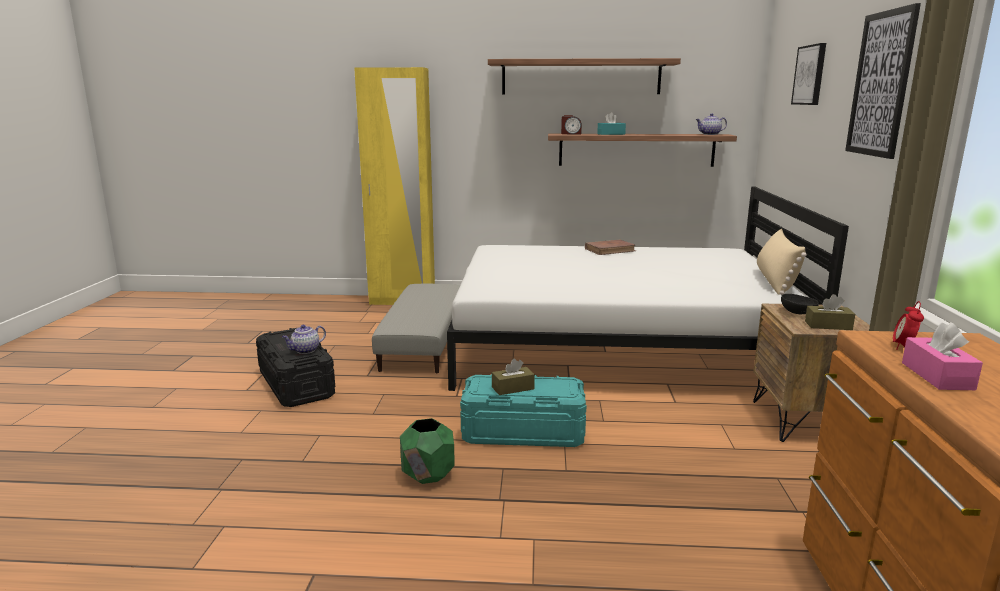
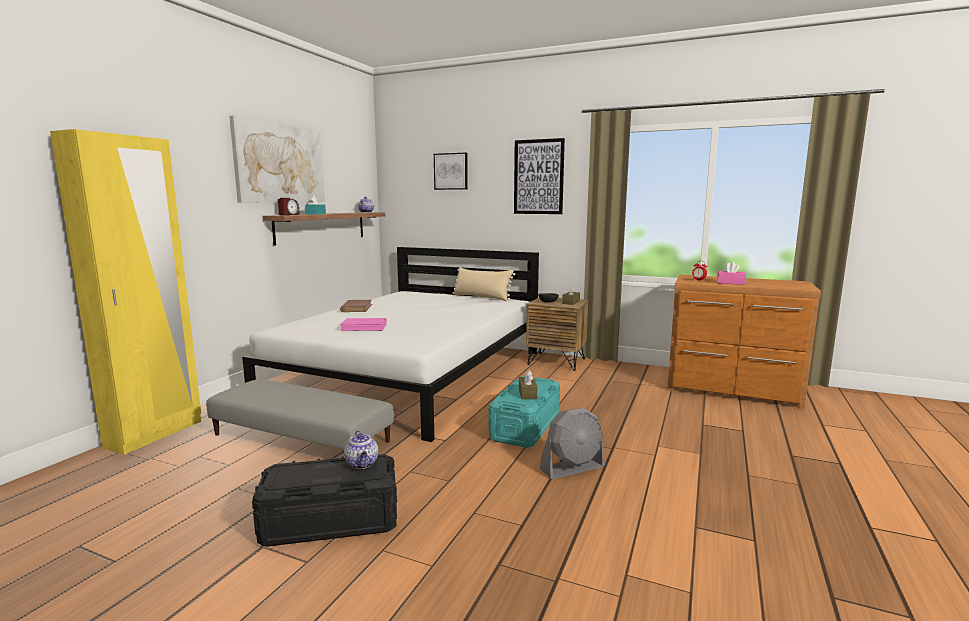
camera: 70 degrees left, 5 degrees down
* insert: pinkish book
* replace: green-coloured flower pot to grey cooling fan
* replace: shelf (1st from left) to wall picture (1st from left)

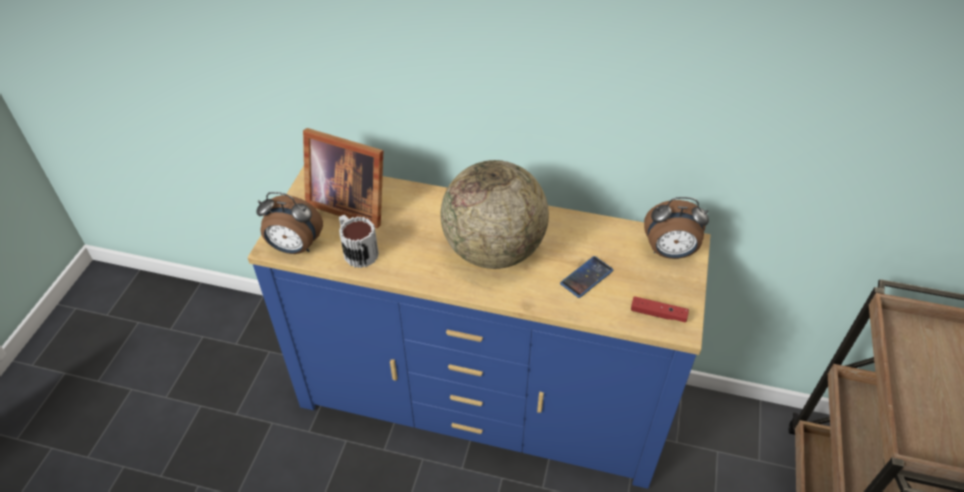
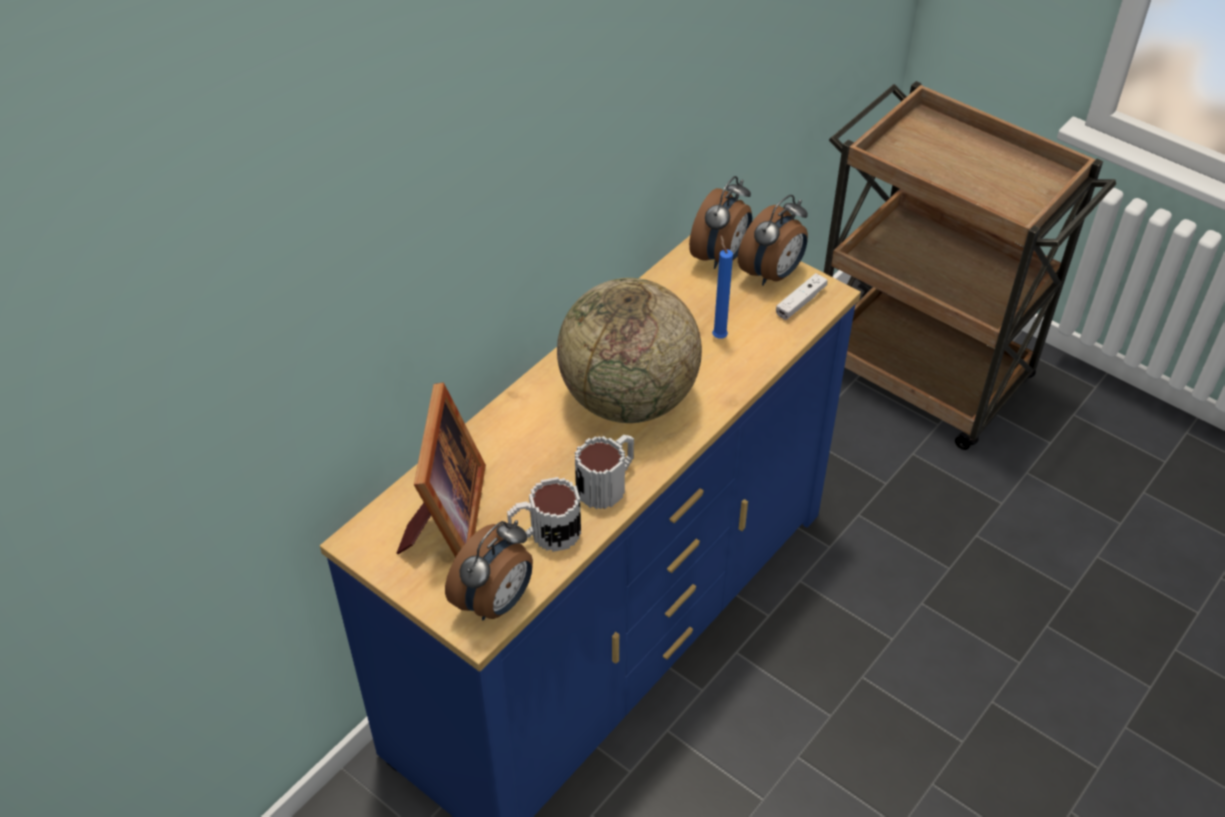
camera: 65 degrees left, 0 degrees up
* insert: coffee mug (2nd from left)
* insert: bedside clock (3rd from left)
* replace: telephone to blue candle
* recolor: reddish game controller to whitish game controller
* rotate: standing frame 45 degrees counterclockwise

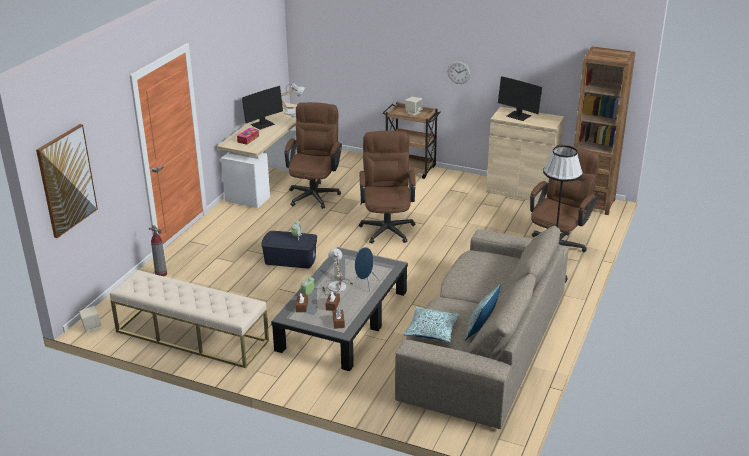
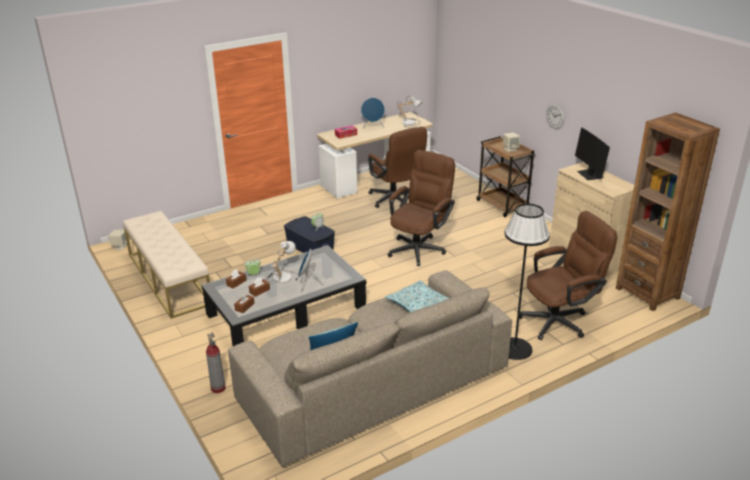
camera: 35 degrees right, 0 degrees up
* delete: wall picture
* move: fire extinguisher
* move: cushion (1st from left in the first image) to cushion (2nd from left)
* replace: computer screen (1st from left) to blue loudspeaker (2nd from left)
* rotate: brownish office chair (1st from left) 105 degrees clockwise

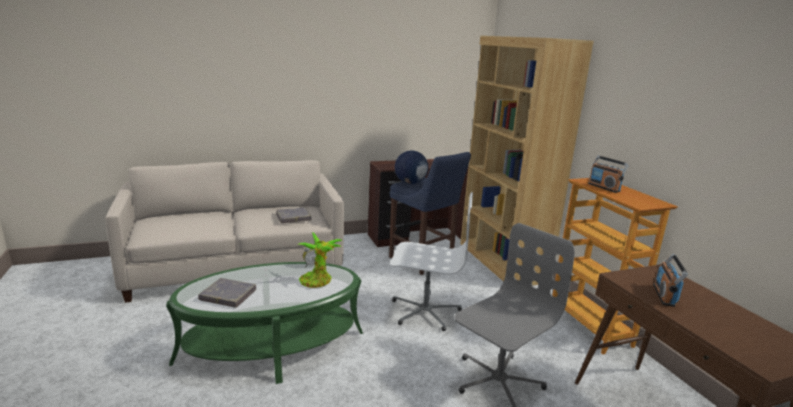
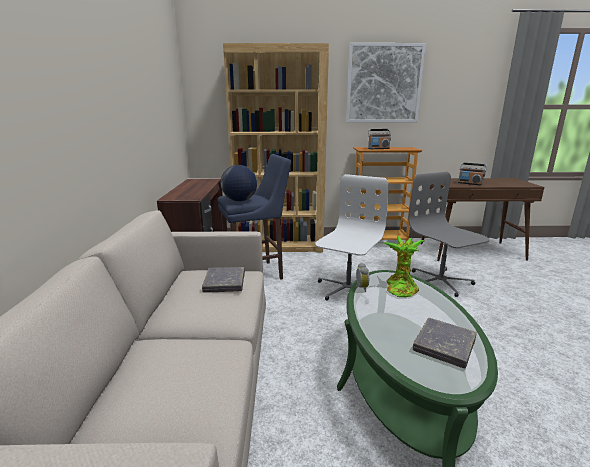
camera: 70 degrees left, 0 degrees up
* insert: wall picture

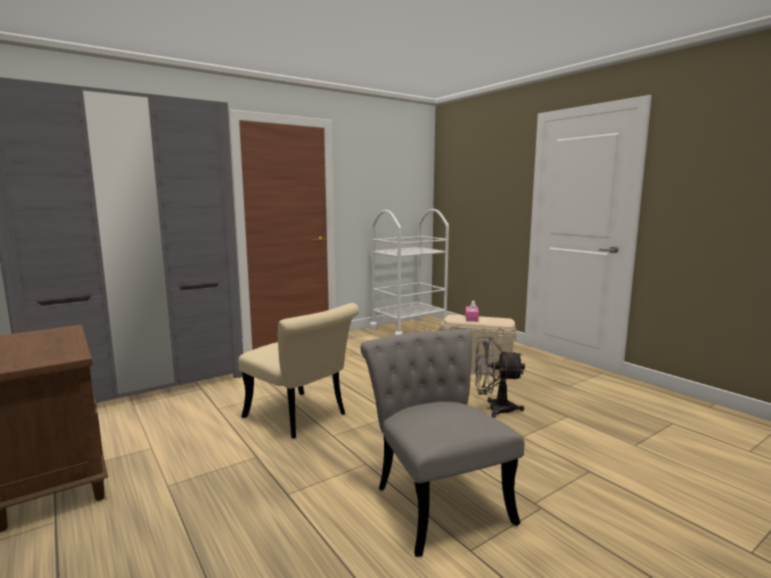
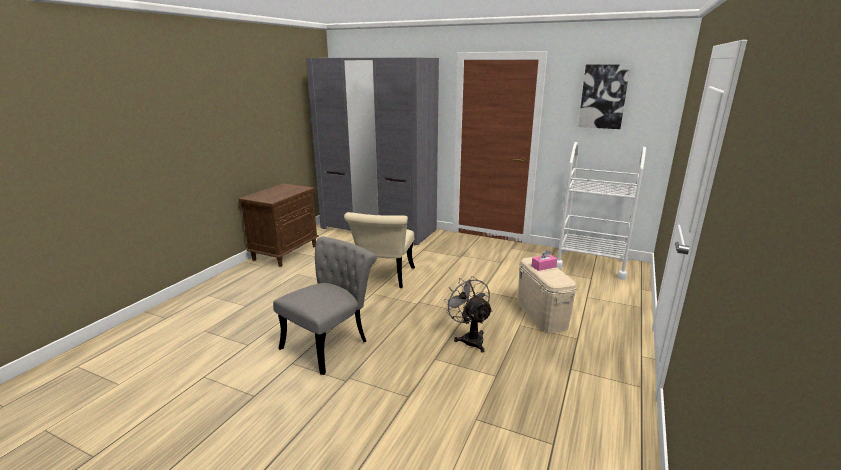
camera: 60 degrees right, 10 degrees up
* insert: wall picture

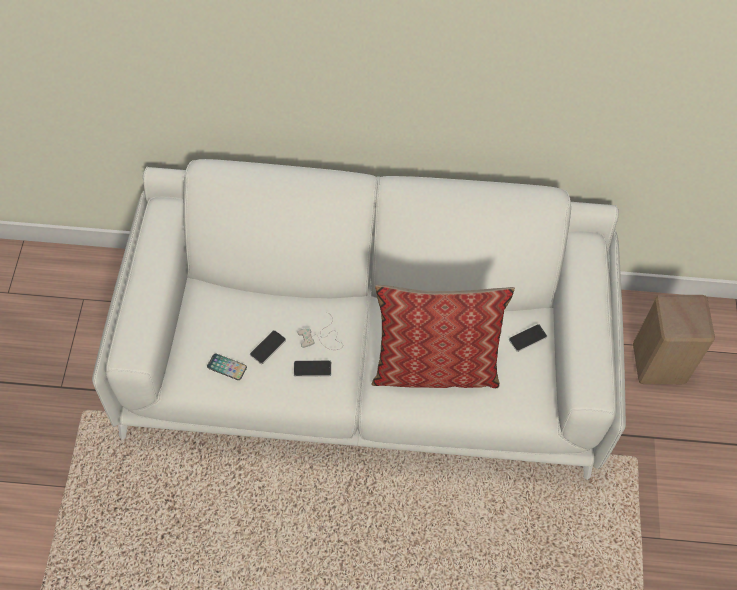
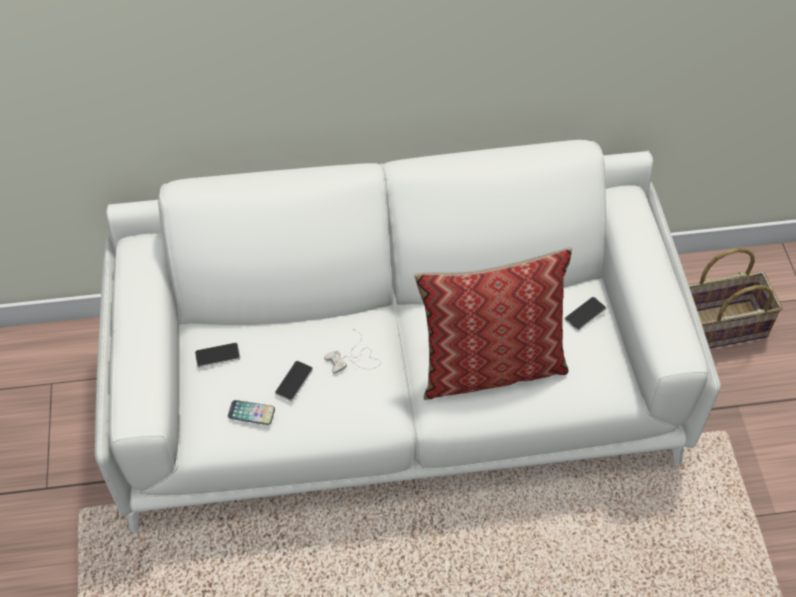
camera: 10 degrees left, 5 degrees down
* move: telephone (3rd from left in the first image) to telephone (1st from left)
* replace: sand-coloured stool to household basket

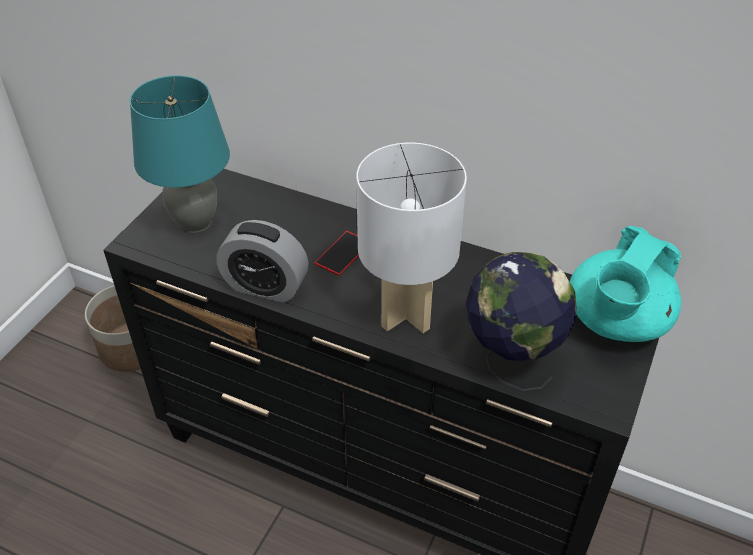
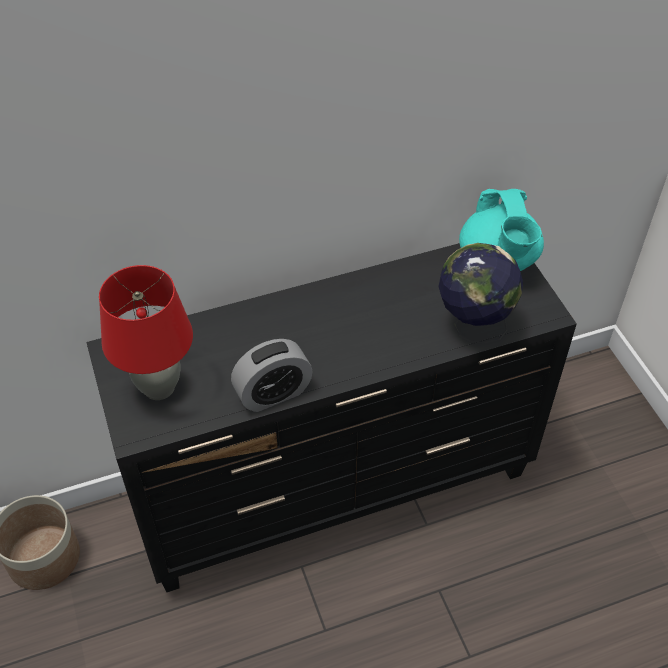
camera: 45 degrees left, 5 degrees up
* delete: telephone
* delete: whitish lamp for a table
* recolor: turquoise-coloured lamp for a table to reddish lamp for a table

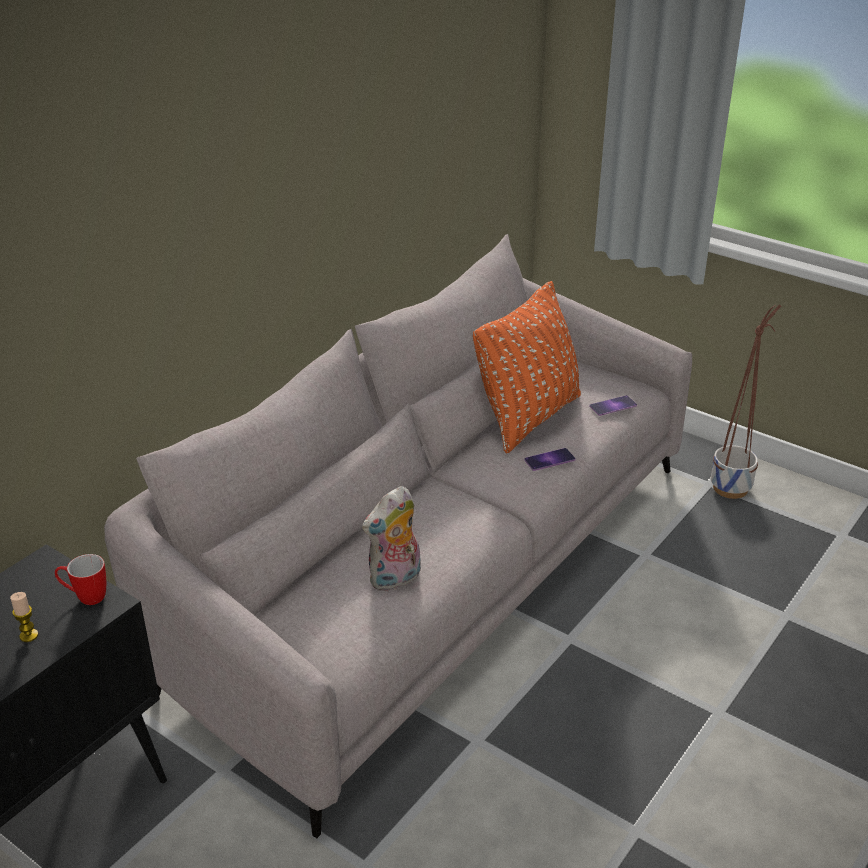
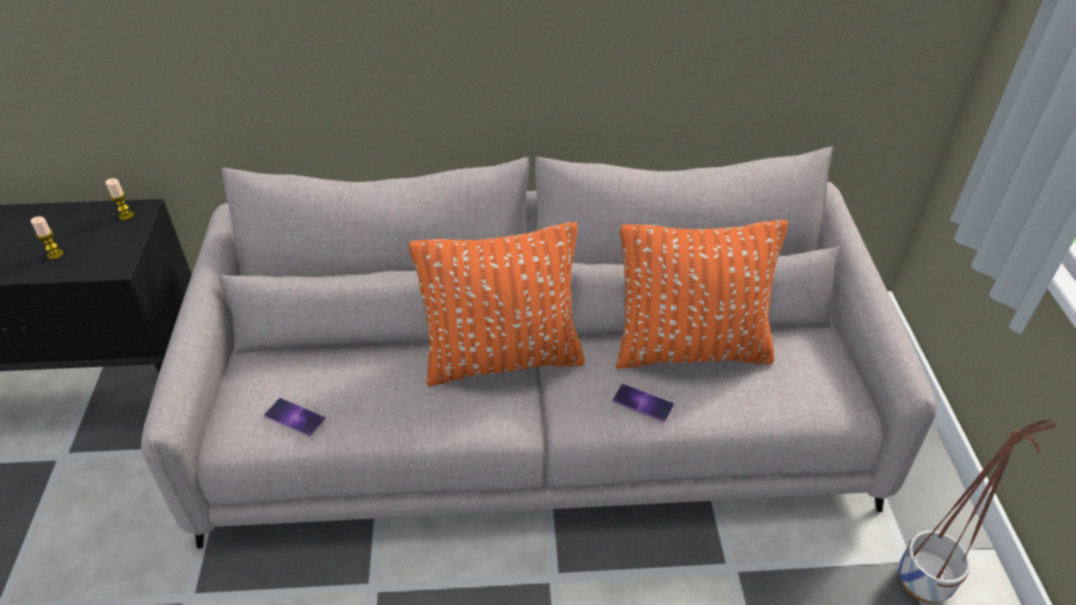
camera: 50 degrees right, 10 degrees up
* delete: coffee mug
* delete: plush toy
* insert: candle (2nd from left)
* insert: orangey cushion (1st from left)
* move: telephone (2nd from left in the first image) to telephone (1st from left)

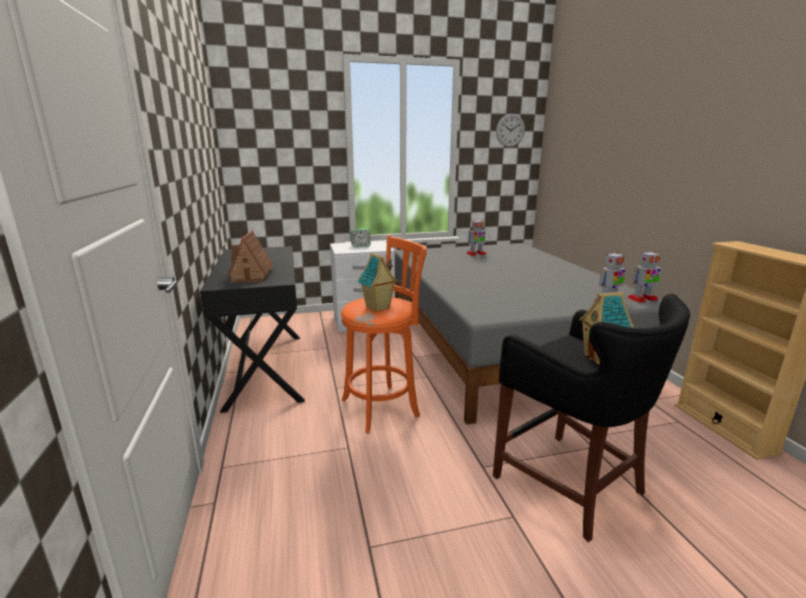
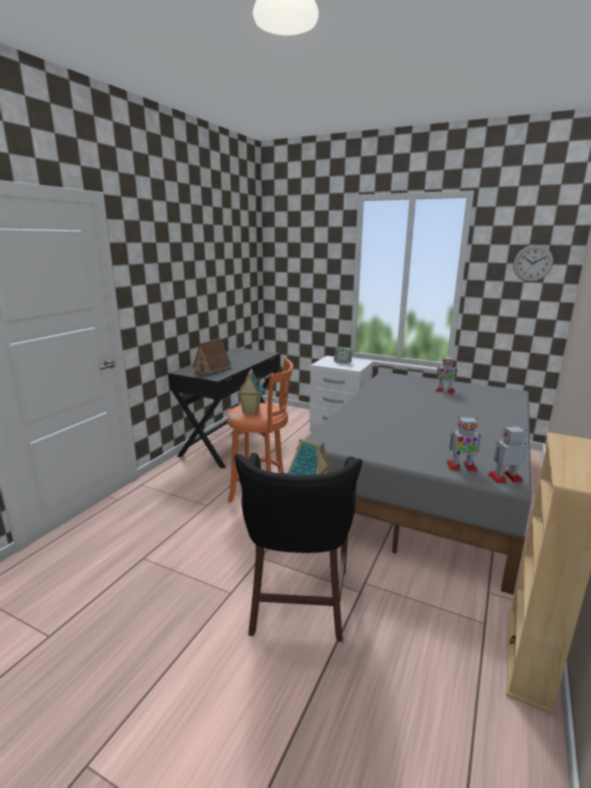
camera: 40 degrees right, 0 degrees up
* rotate: robot figure (3rd from left) 150 degrees clockwise

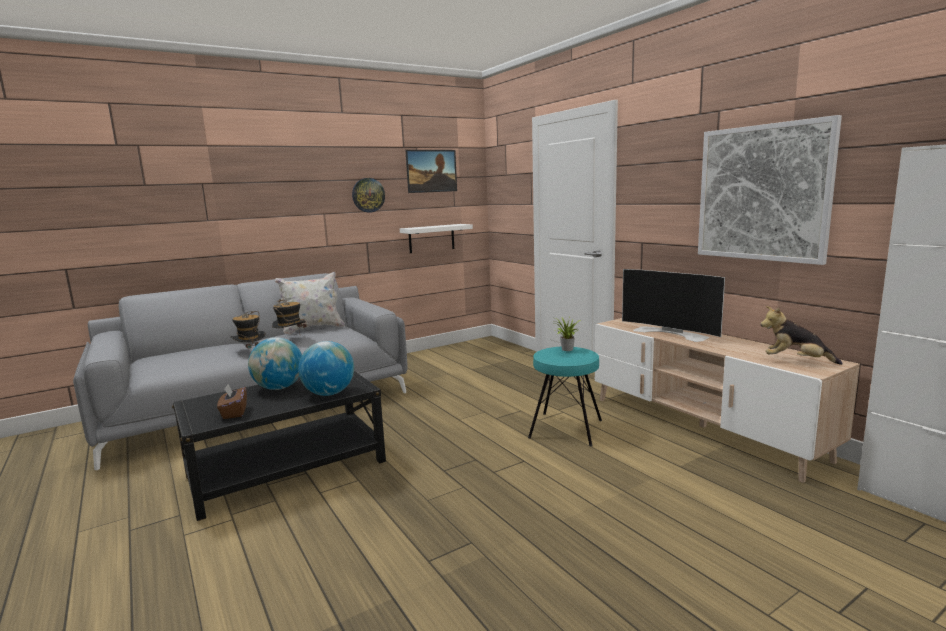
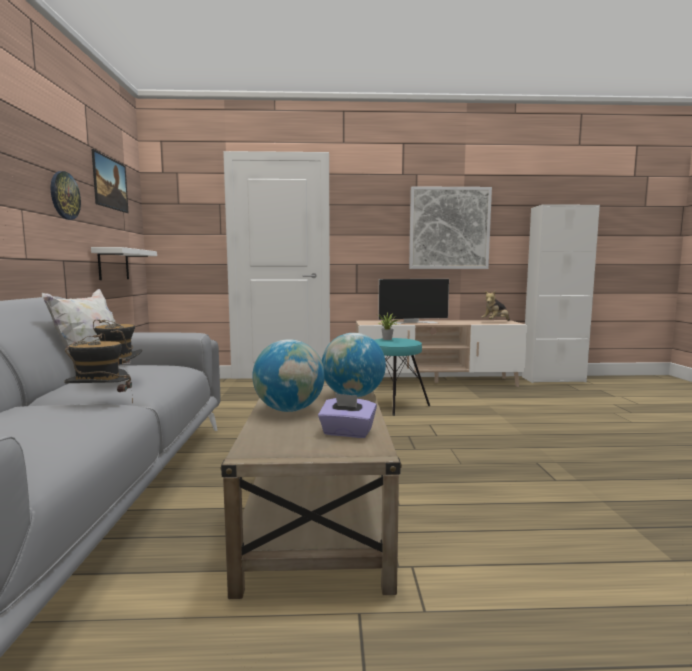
camera: 60 degrees left, 5 degrees down
* recolor: blackish coffee table to sand-coloured coffee table
* recolor: brownish tissue box to purplish tissue box

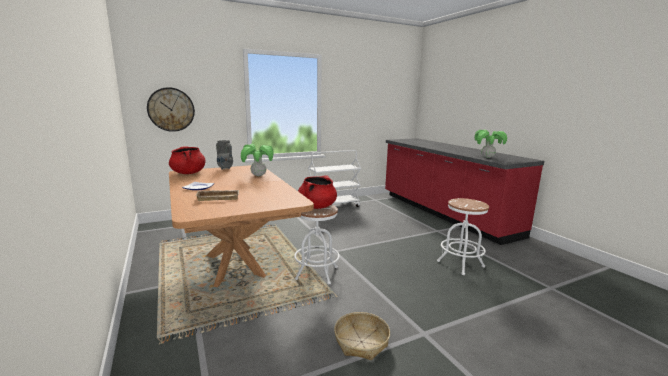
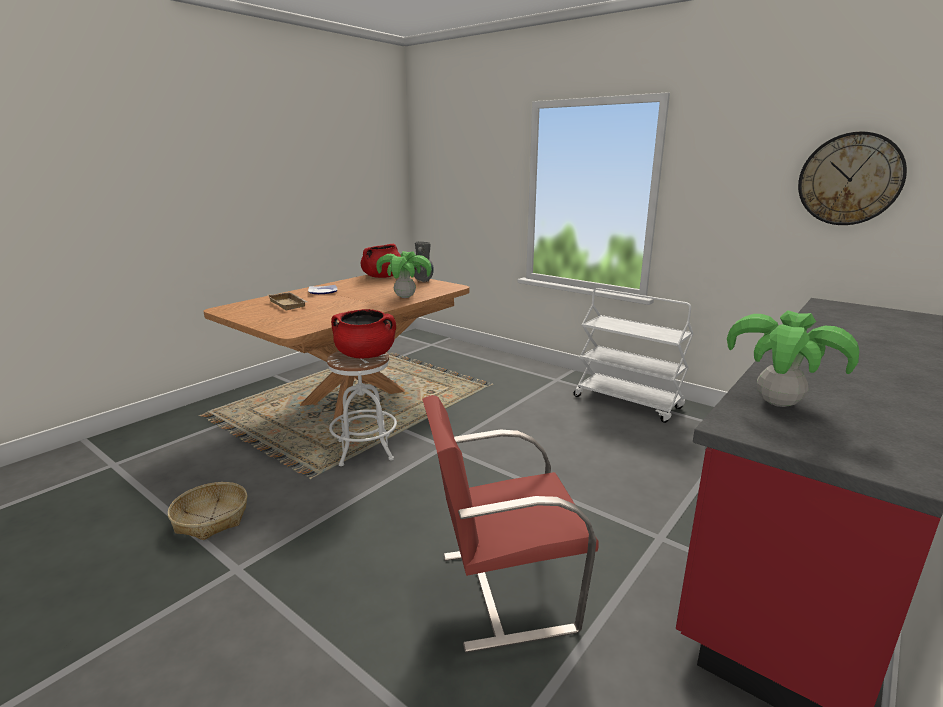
camera: 65 degrees right, 5 degrees up
* move: hanging clock
* replace: whitish stool (2nd from left) to reddish chair

